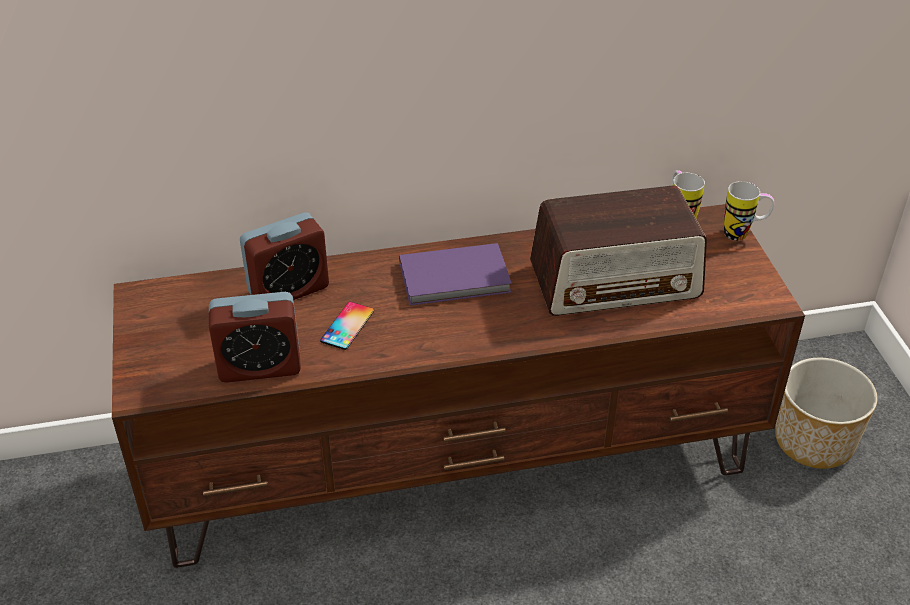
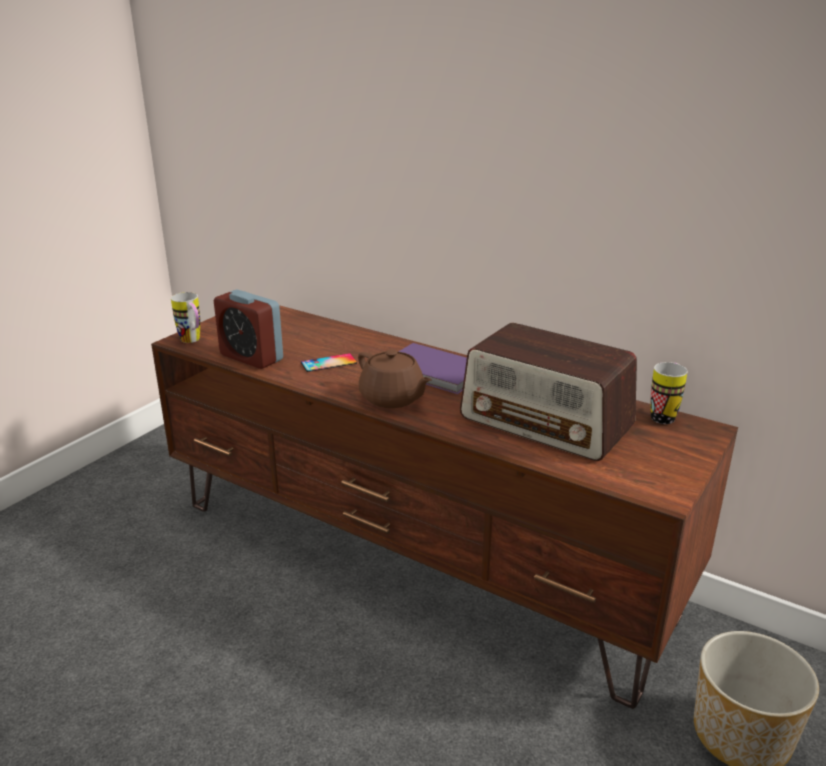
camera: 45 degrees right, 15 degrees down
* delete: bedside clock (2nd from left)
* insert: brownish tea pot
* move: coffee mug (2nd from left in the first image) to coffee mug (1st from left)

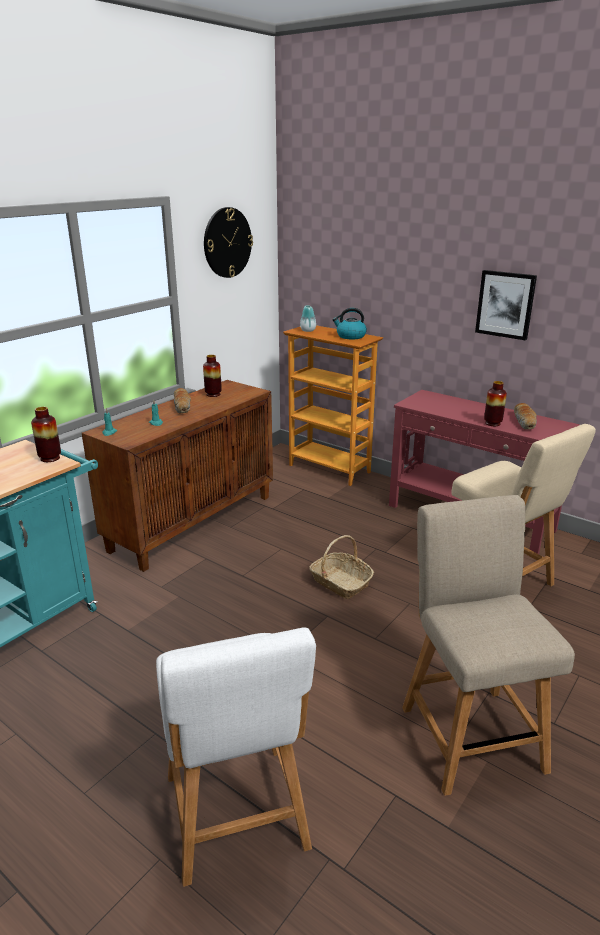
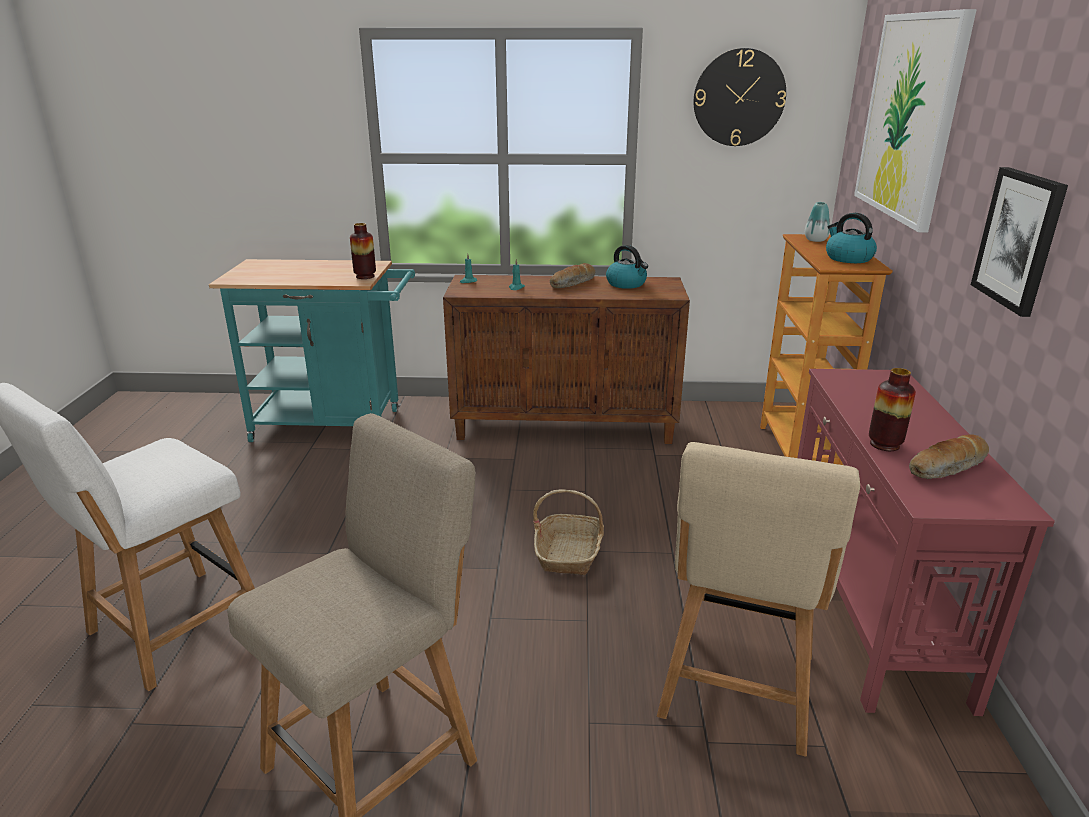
camera: 55 degrees right, 0 degrees up
* insert: wall picture (1st from left)
* replace: vase (2nd from left) to kettle (1st from left)

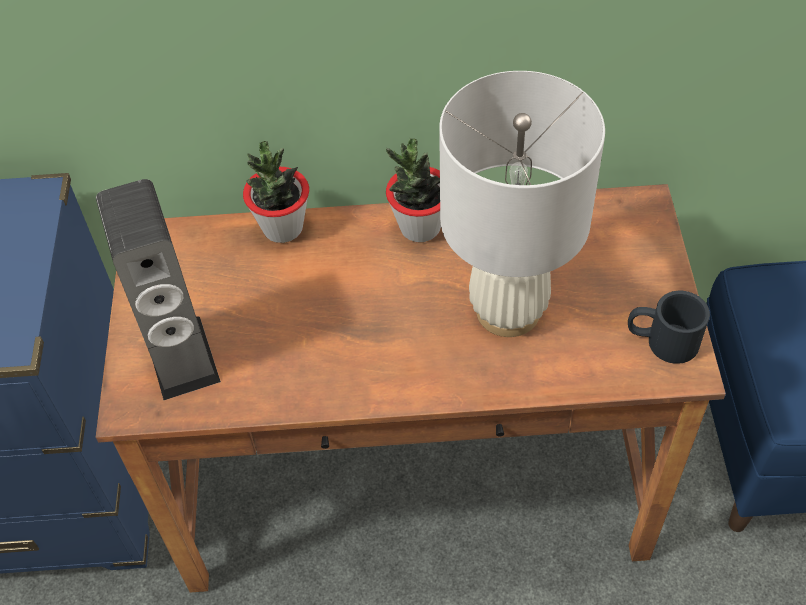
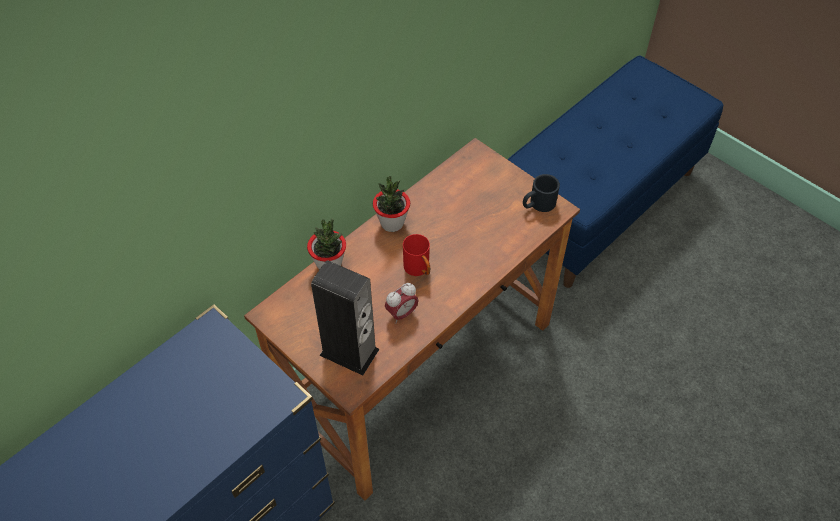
camera: 45 degrees left, 0 degrees up
* delete: whitish lamp for a table
* insert: bedside clock
* insert: reddish coffee mug

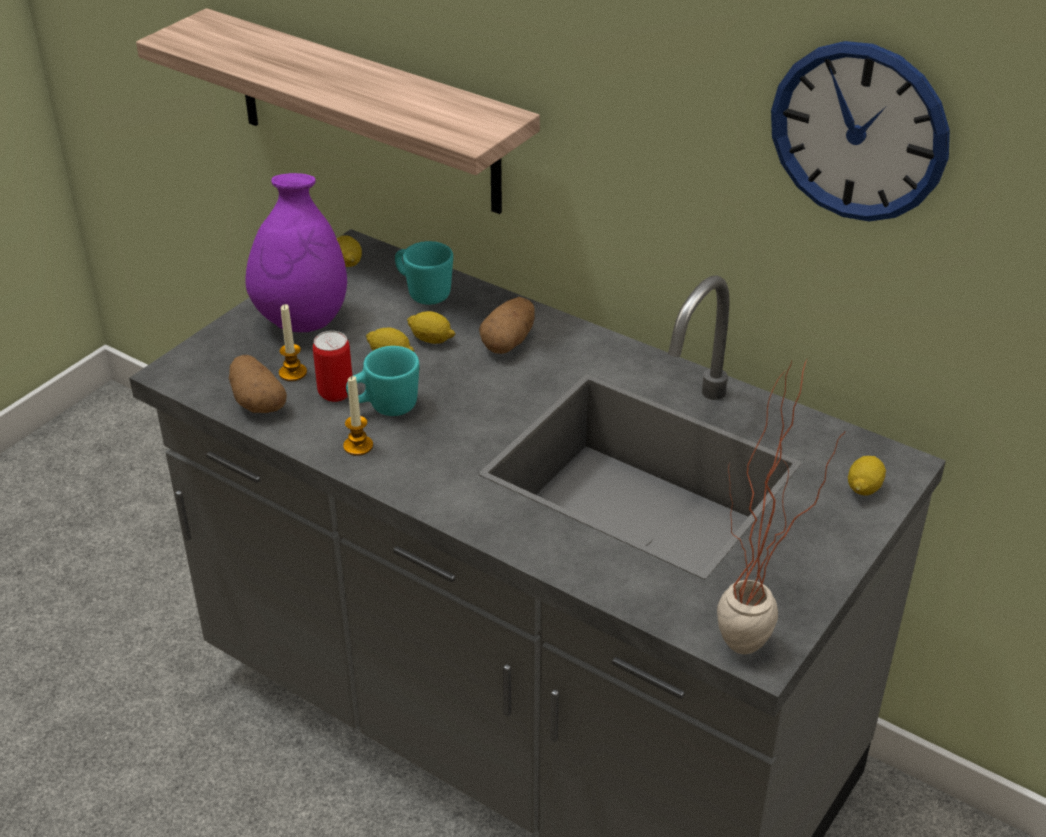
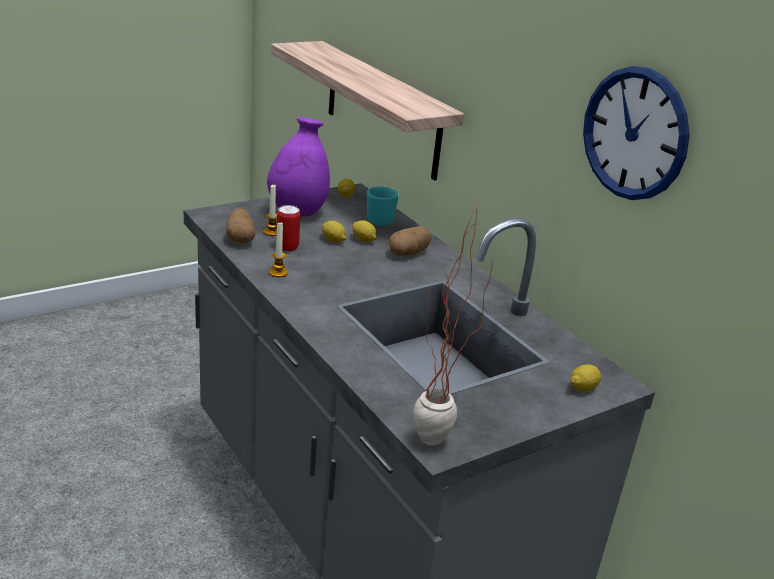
camera: 20 degrees right, 10 degrees down
* delete: turquoise-coloured coffee mug (1st from left)

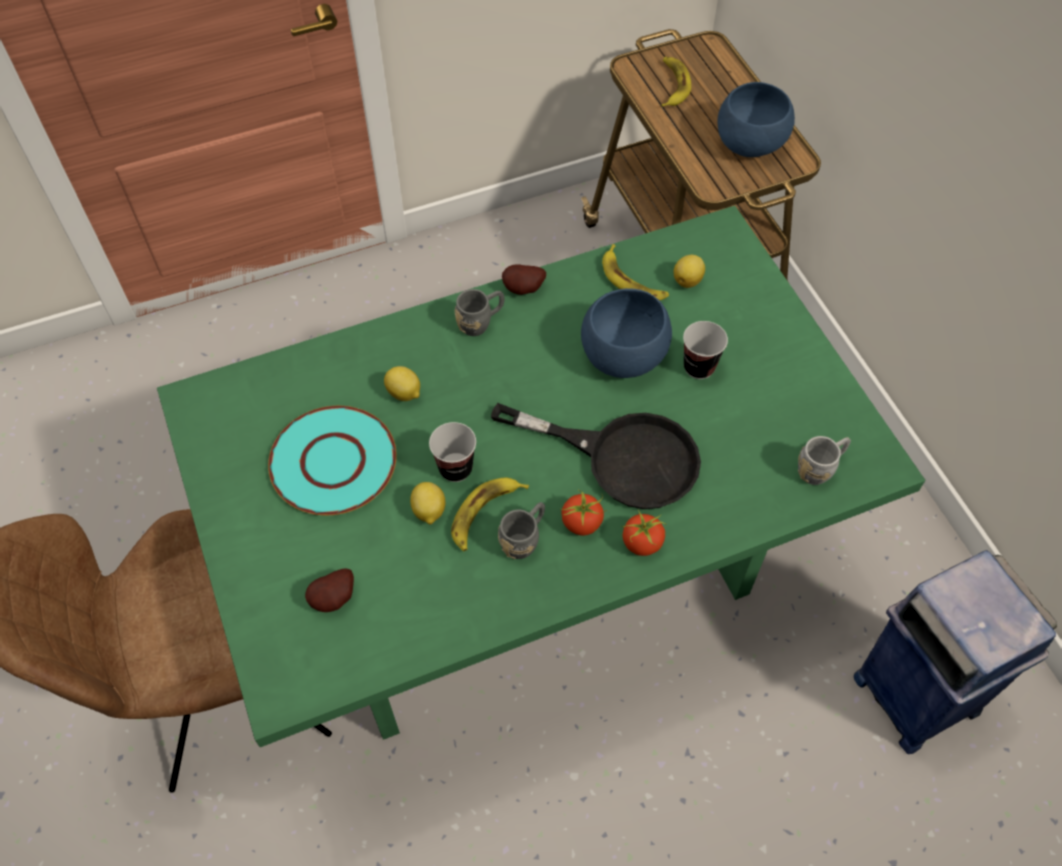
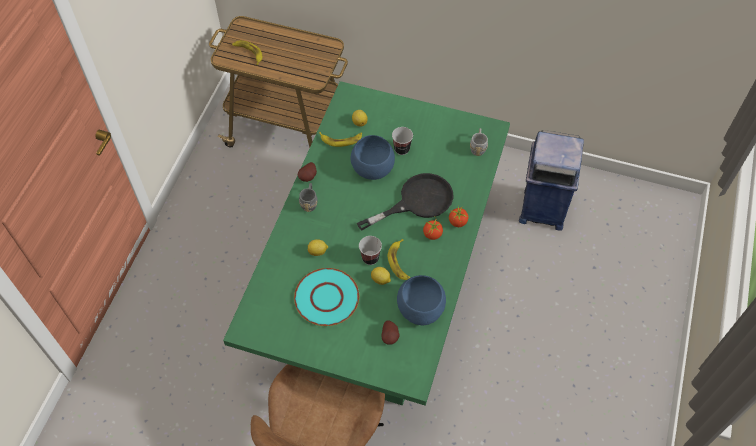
camera: 50 degrees left, 0 degrees up
* delete: grey coffee mug (2nd from left)
* move: blue bowl (2nd from left)

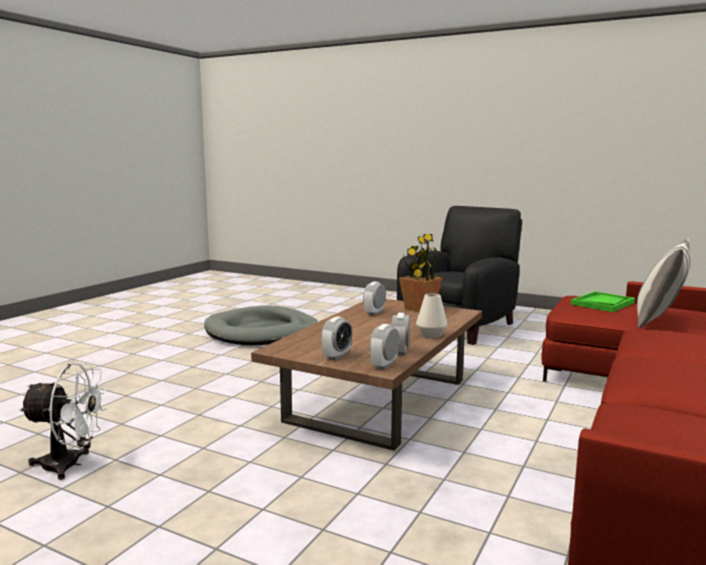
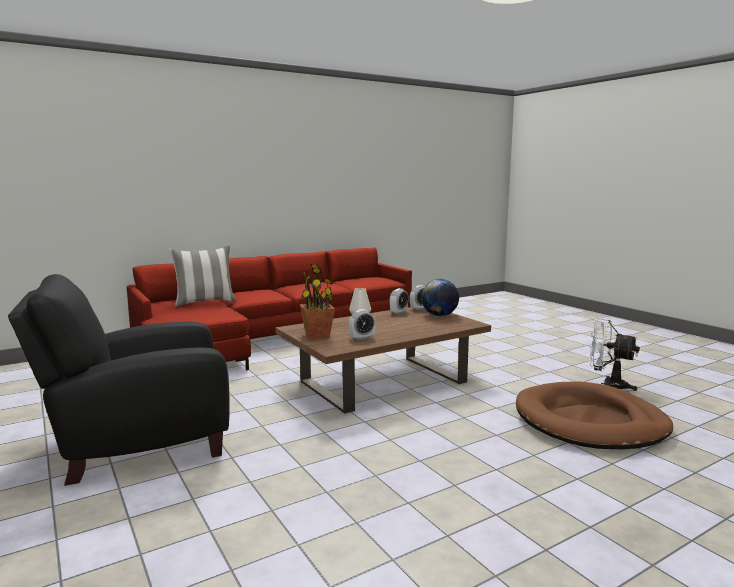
camera: 150 degrees left, 0 degrees up
* delete: grey pet bed
* delete: green-coloured tray
* insert: brownish pet bed
* replace: bedside clock (1st from left) to desk globe

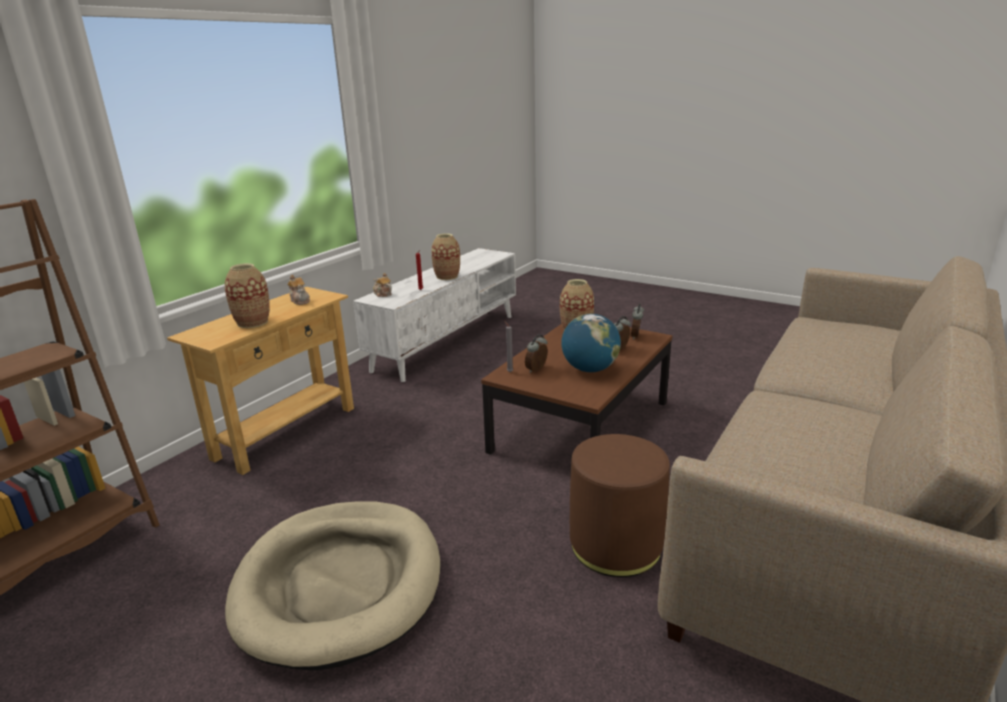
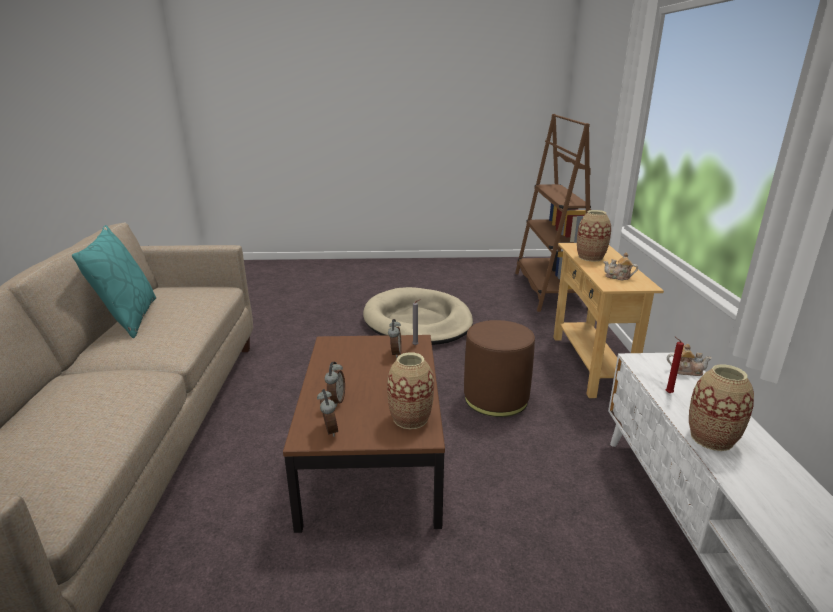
camera: 145 degrees right, 0 degrees up
* delete: desk globe
* insert: turquoise-coloured cushion
* move: brownish pouffe

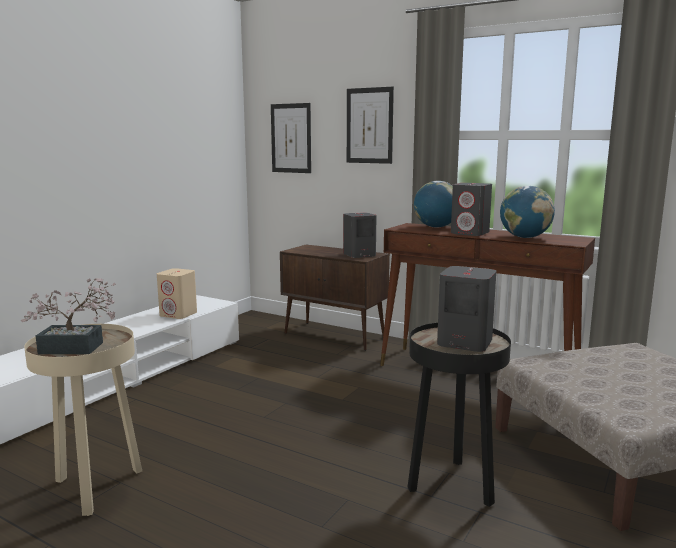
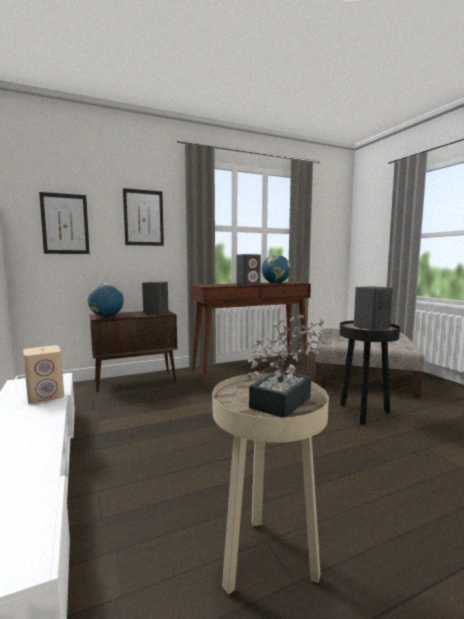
camera: 55 degrees left, 5 degrees down
* move: desk globe (1st from left)

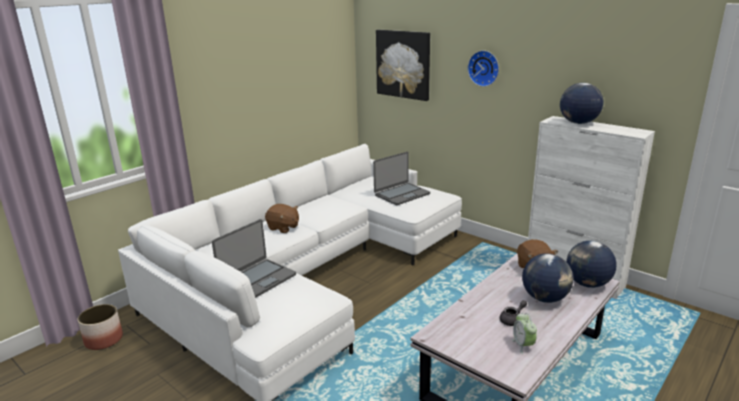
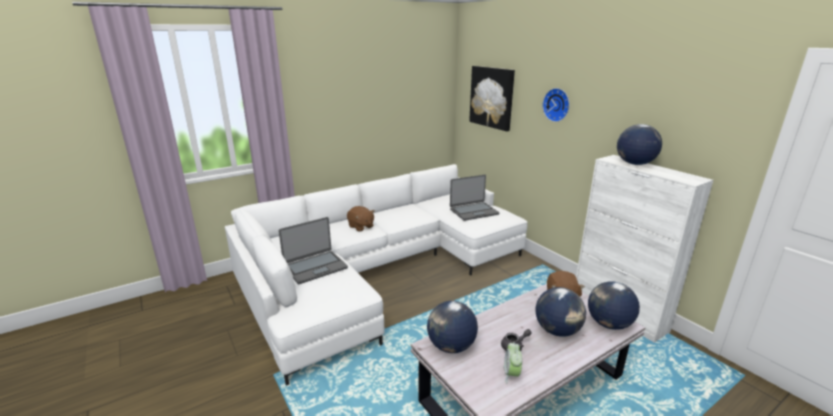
camera: 15 degrees right, 0 degrees up
* delete: flower pot
* insert: desk globe (1st from left)

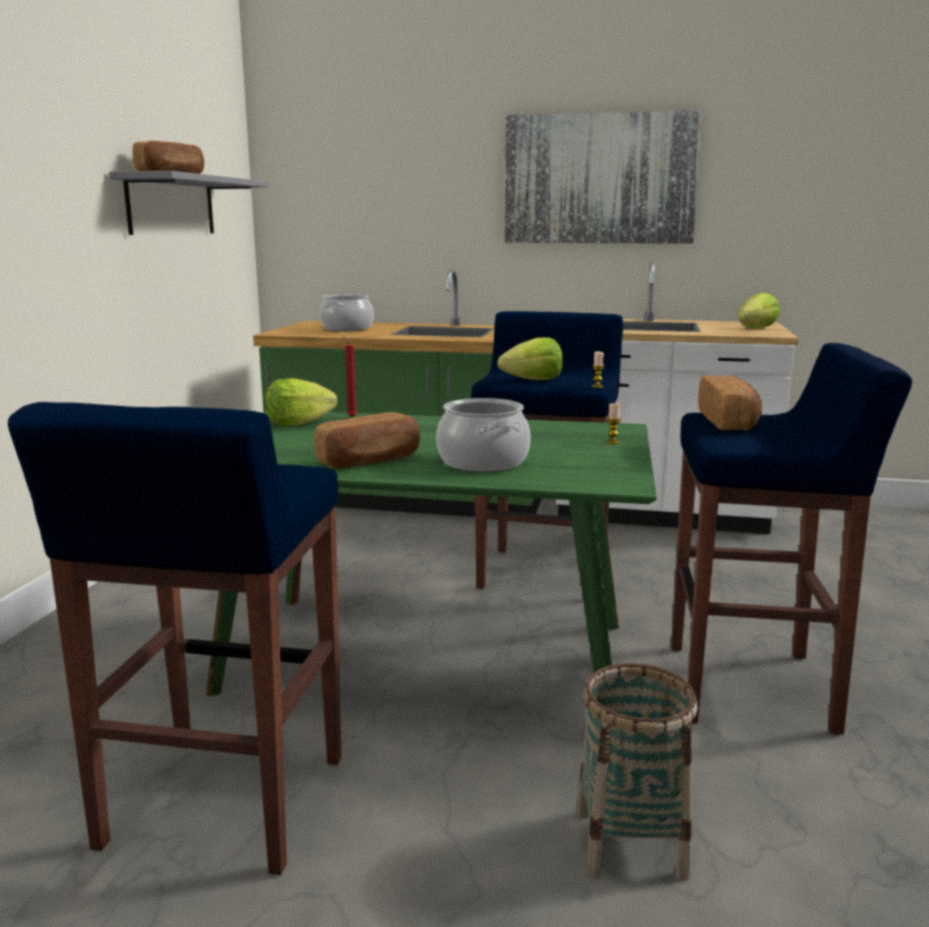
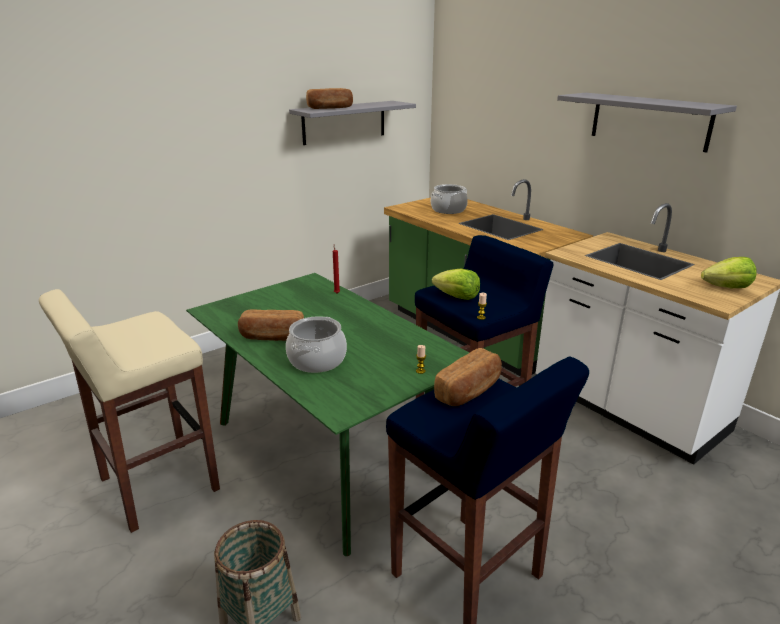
camera: 40 degrees right, 10 degrees up
* delete: lettuce head (1st from left)
* replace: wall picture to grey shelf (2nd from left)
* recolor: blue stool (1st from left) to sand-coloured stool

